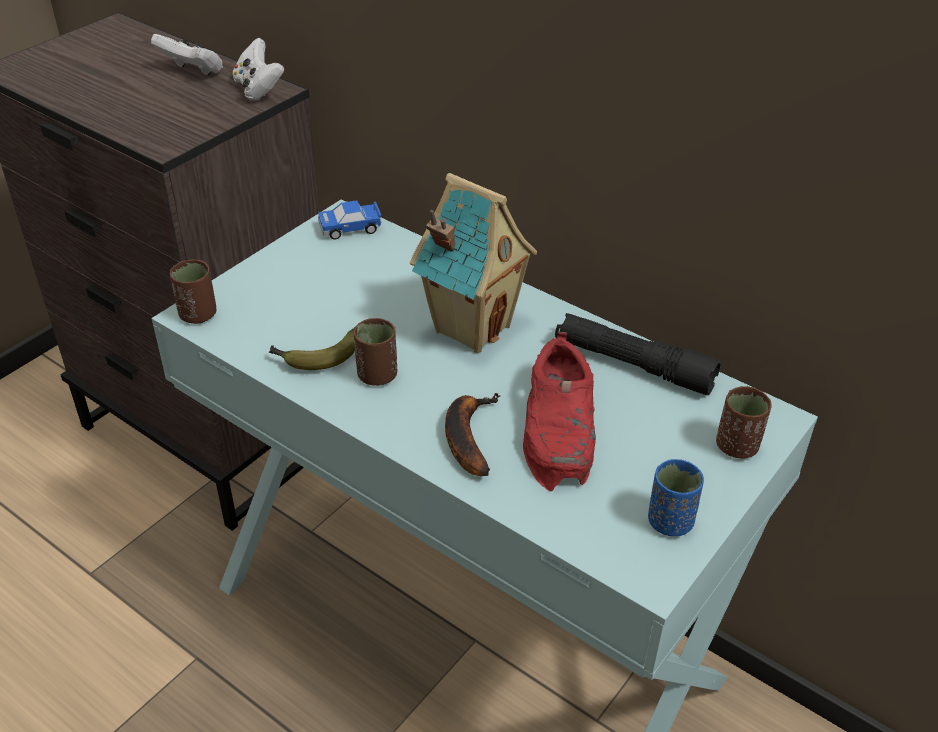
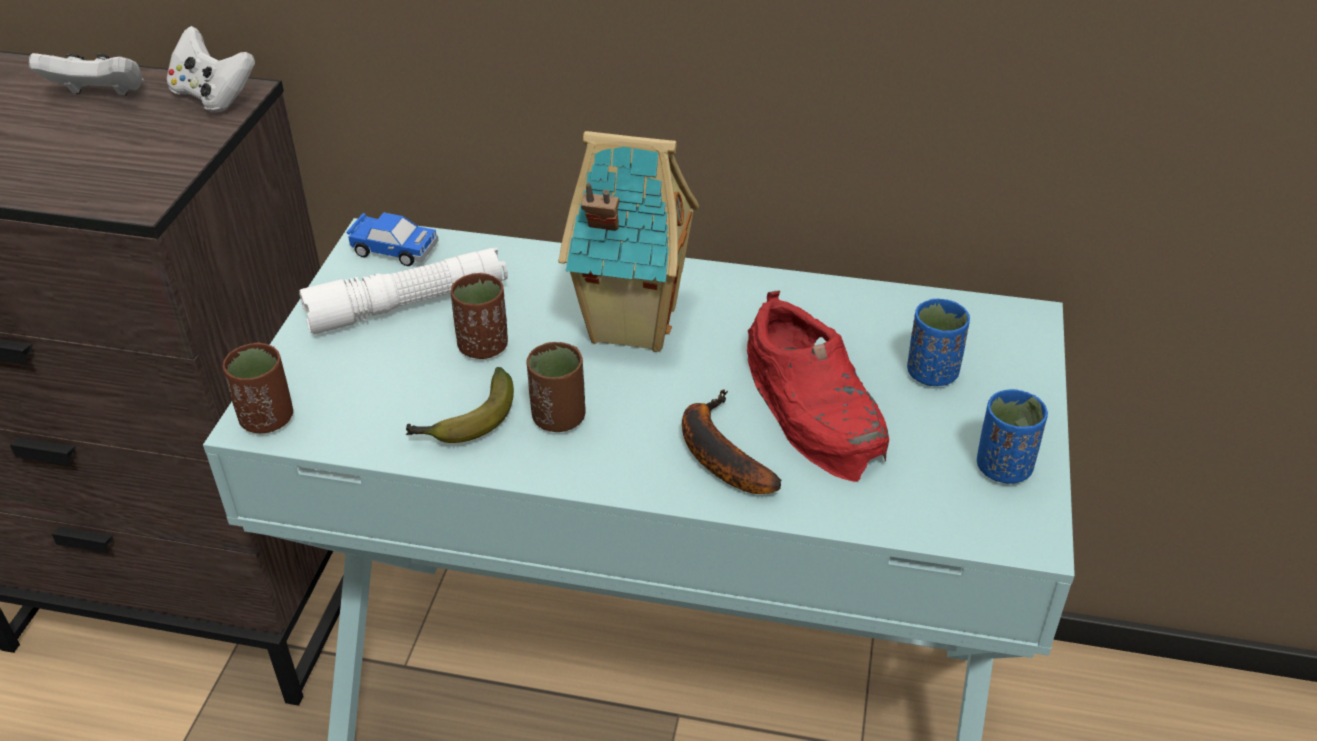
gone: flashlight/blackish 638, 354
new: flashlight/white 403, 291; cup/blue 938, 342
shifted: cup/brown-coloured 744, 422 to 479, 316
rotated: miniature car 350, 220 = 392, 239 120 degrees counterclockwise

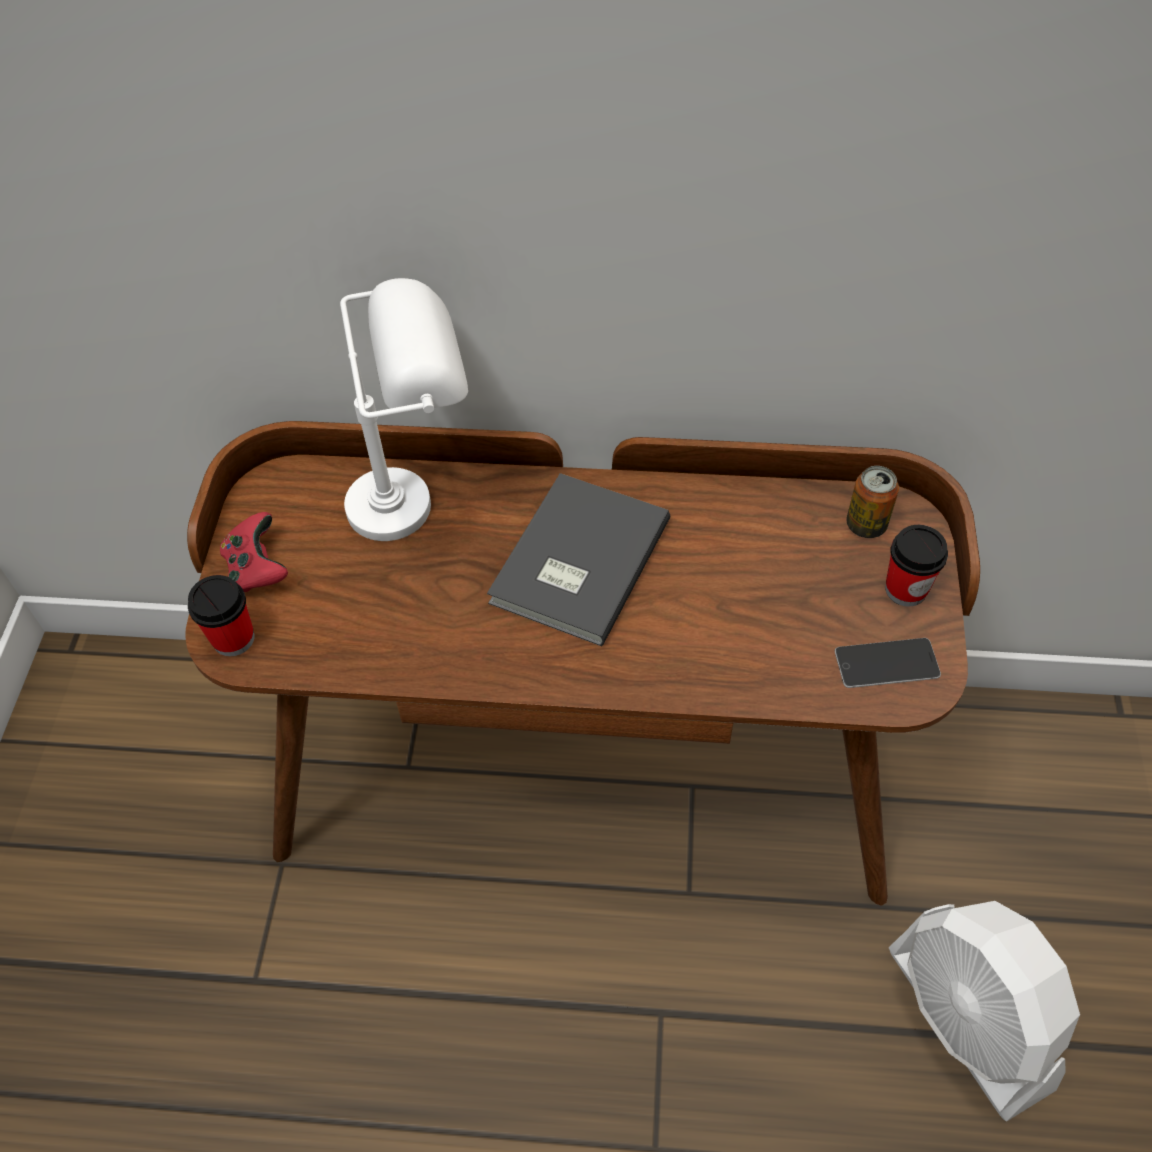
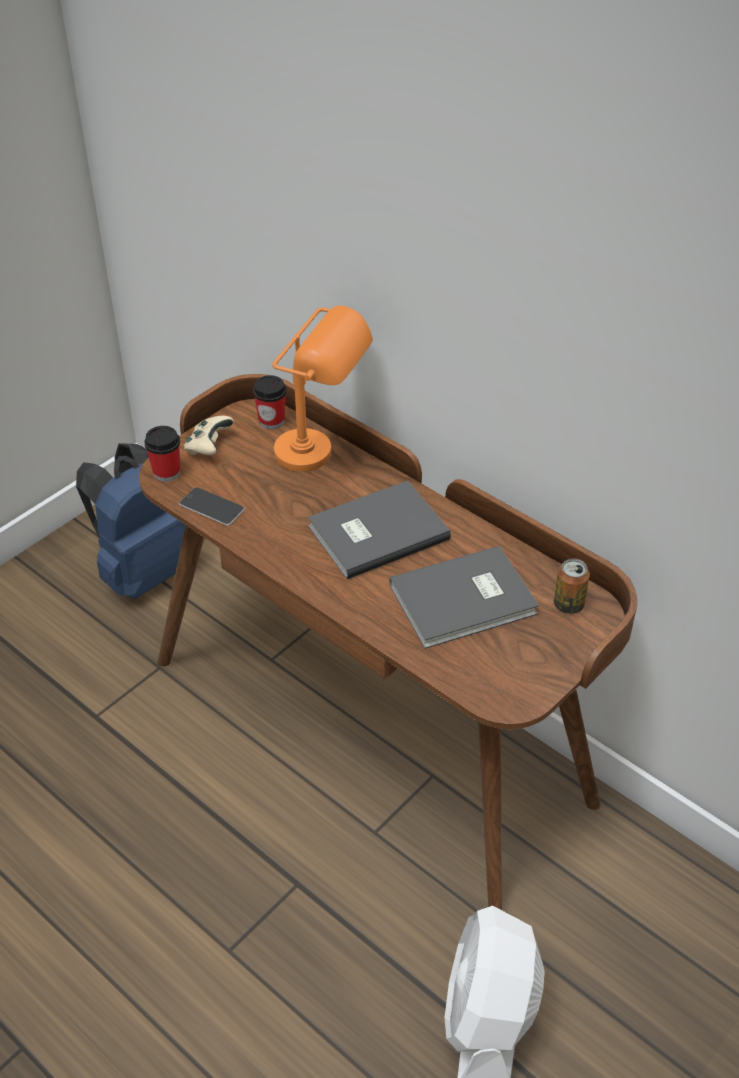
new: knapsack/blue 131, 521; bound book/gray 464, 597
shifted: cup 916, 566 to 269, 402; telephone 888, 663 to 212, 506
repainted: tabletop lamp/white 404, 409 to tabletop lamp/orange 322, 389; game controller/red-coloured 254, 552 to game controller/sand-coloured 209, 435

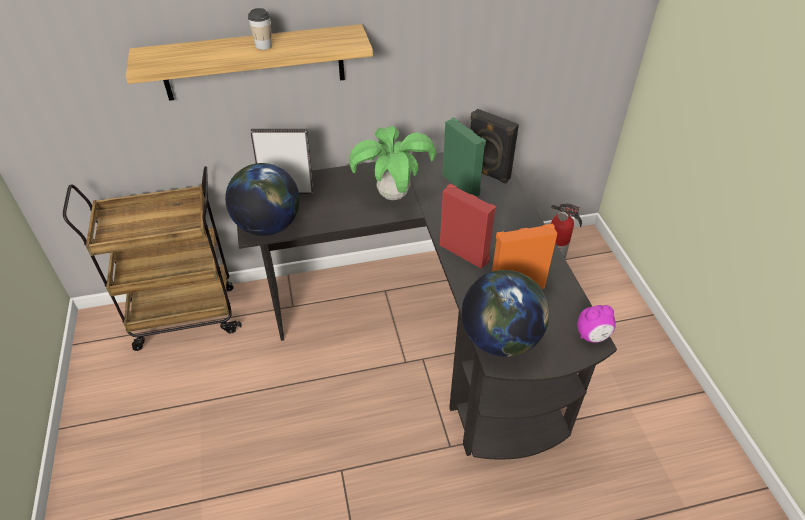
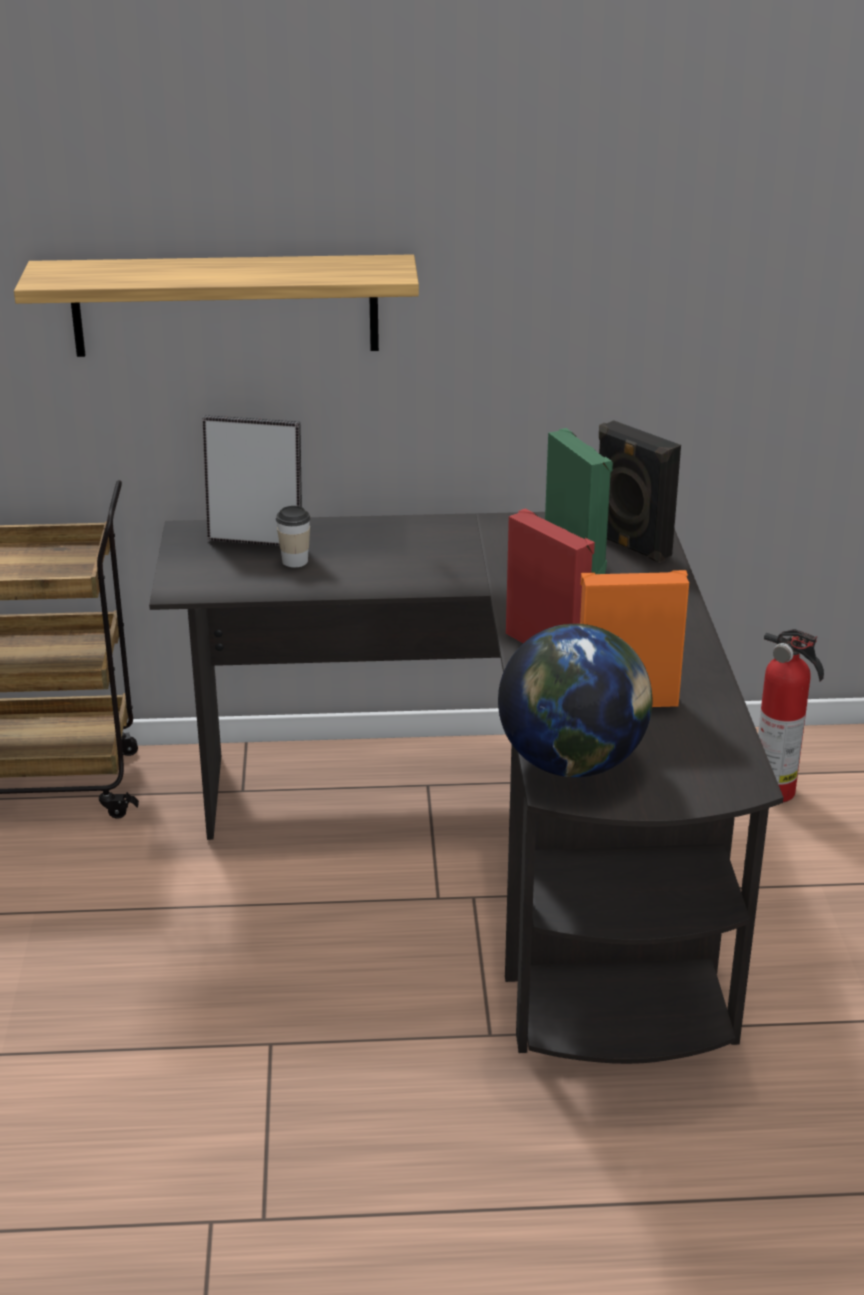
gone: potted plant 392, 163; globe 262, 199; alarm clock 596, 324
shifted: cup 260, 29 to 293, 537

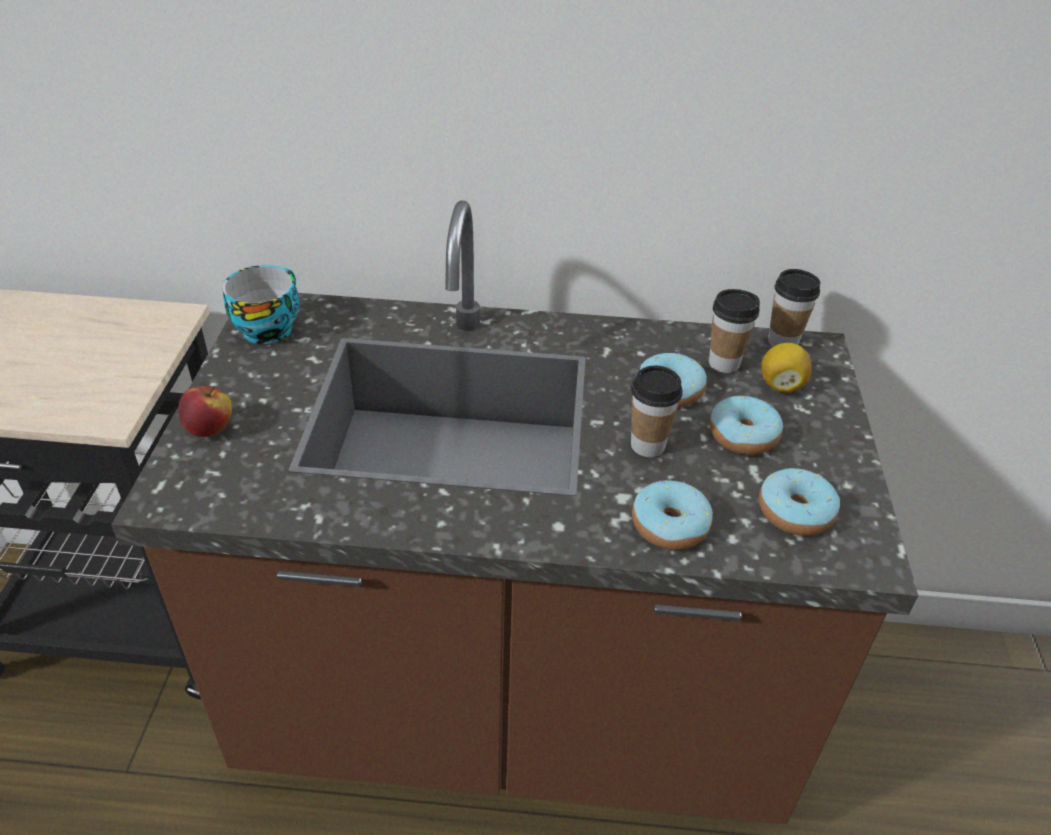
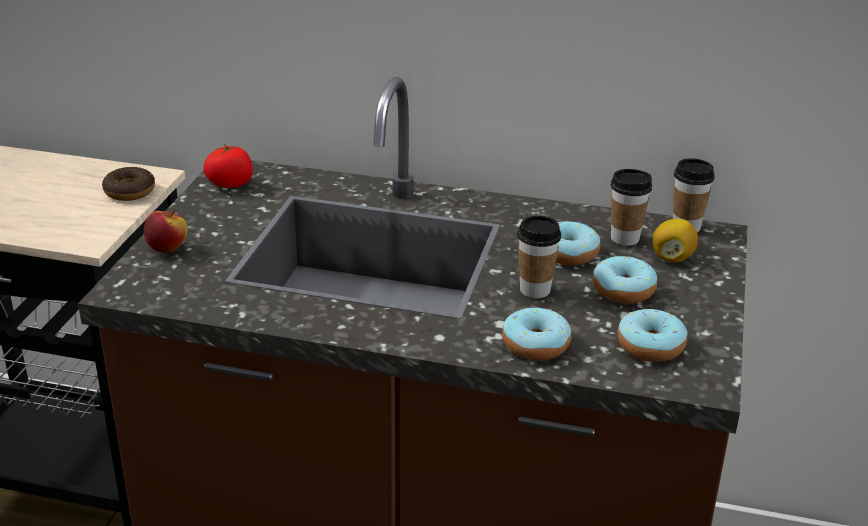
new: doughnut 128, 184
swapped: cup 261, 304 to whole tomato 228, 165

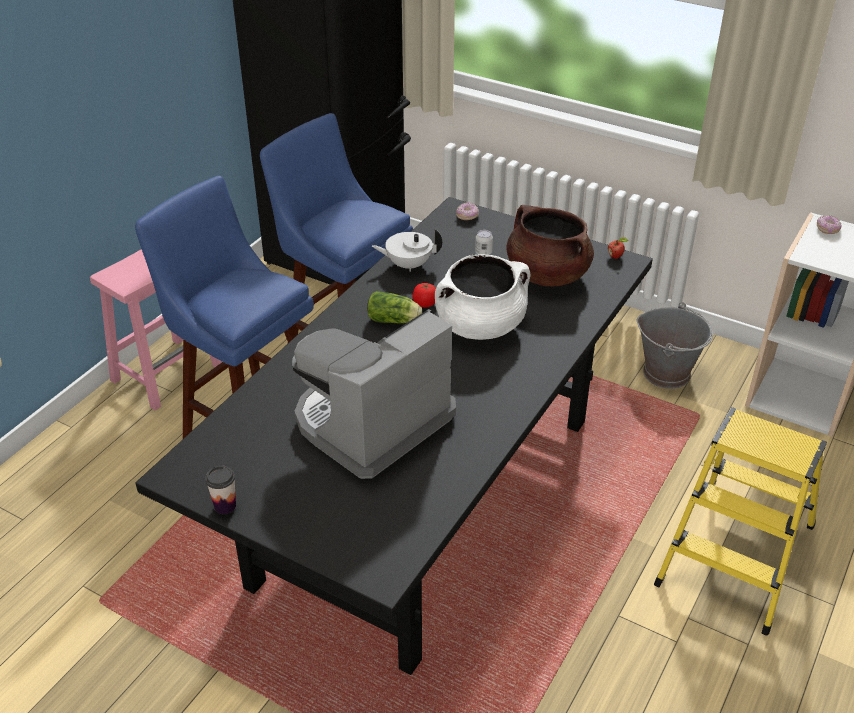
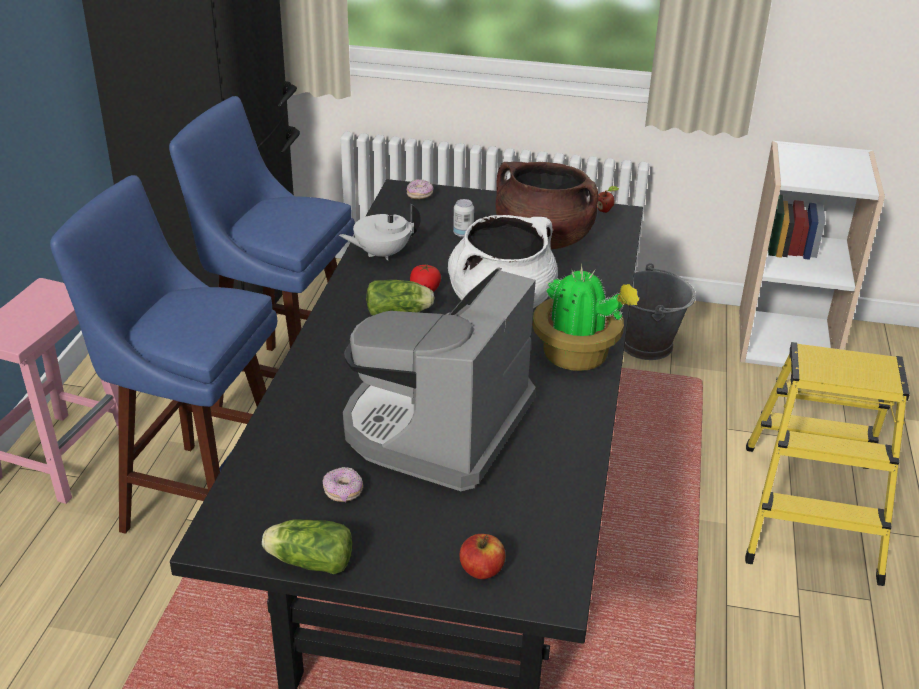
new: potted plant 585, 318; apple fruit 482, 556
shifted: doughnut 829, 224 to 343, 484
swapped: cup 220, 489 to head of lettuce 307, 546

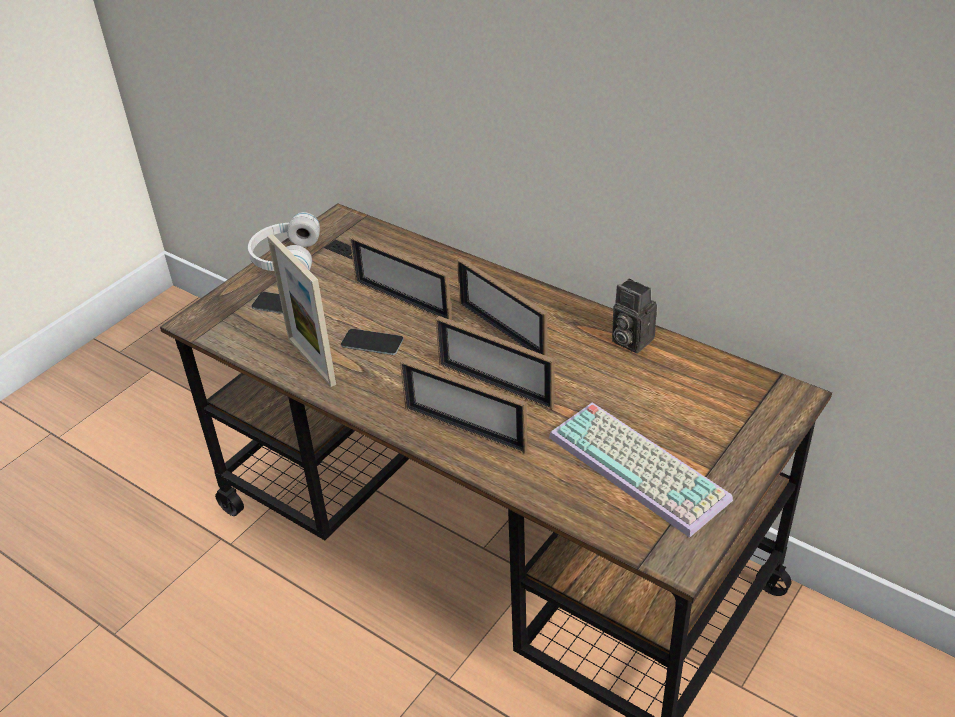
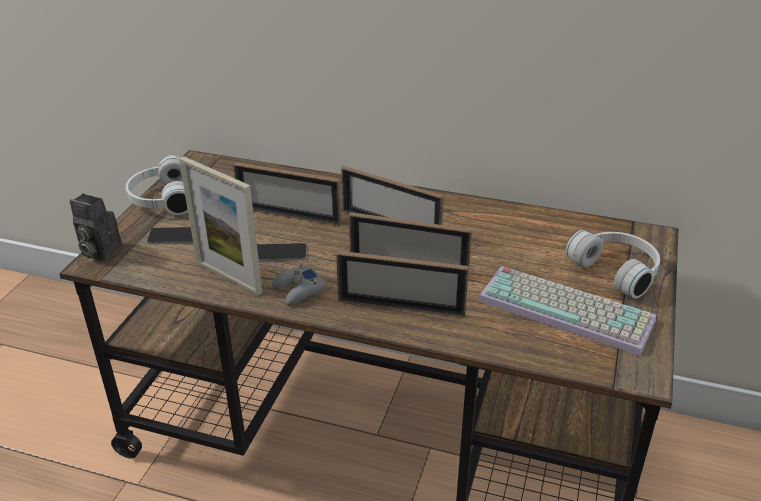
new: headphones/white 613, 264; game controller/gray 299, 284
shifted: photo camera 634, 315 to 96, 227

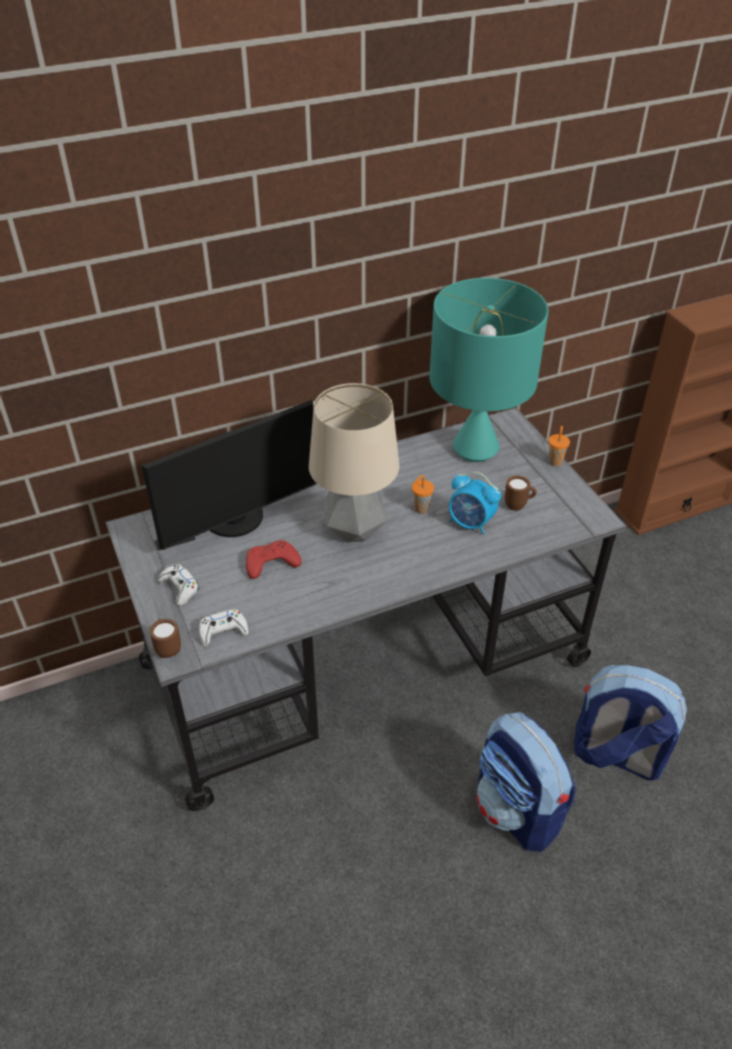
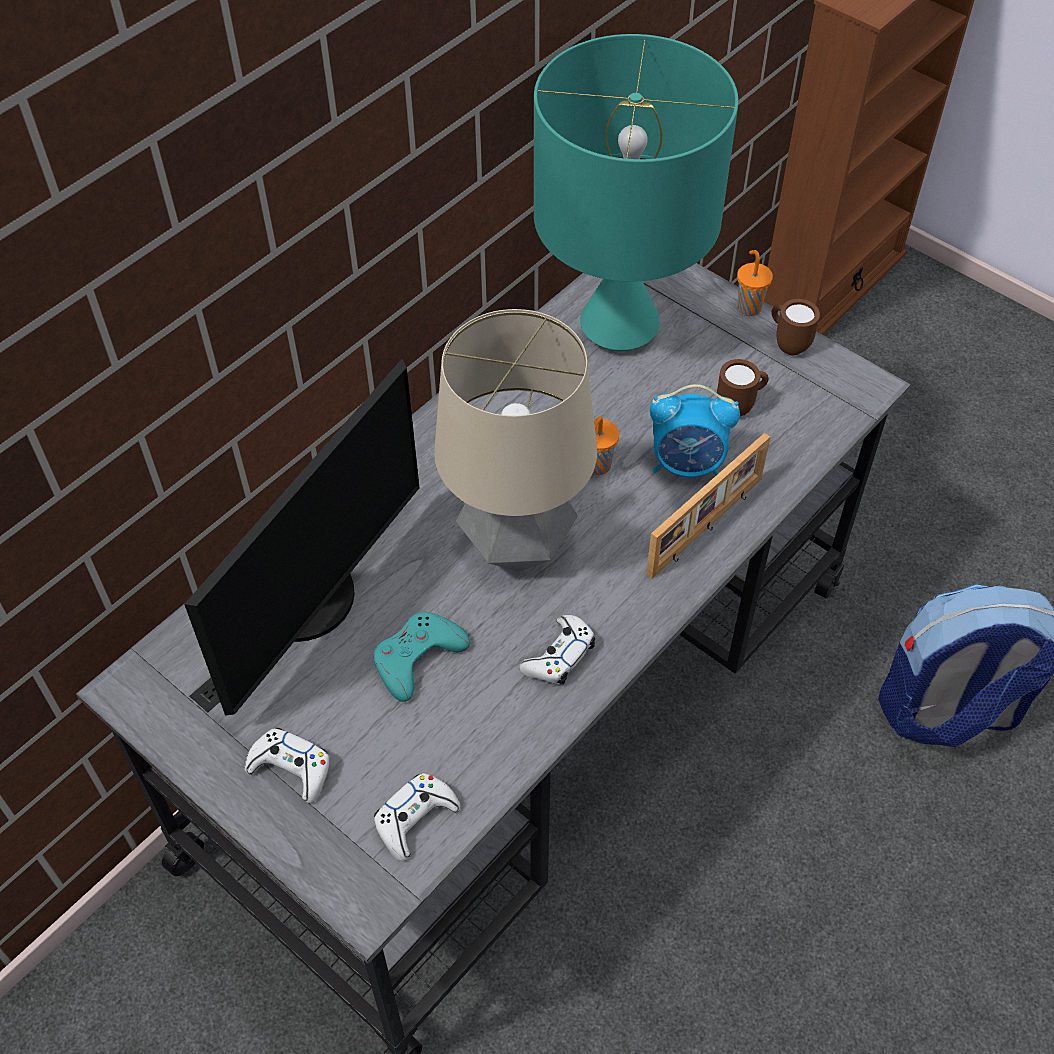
gone: knapsack 526, 782
new: photo frame 708, 506; game controller/white 557, 650
shifted: coffee mug/brown-coloured 165, 638 to 795, 327
repainted: game controller/red-coloured 273, 559 to game controller/blue-green 422, 657

